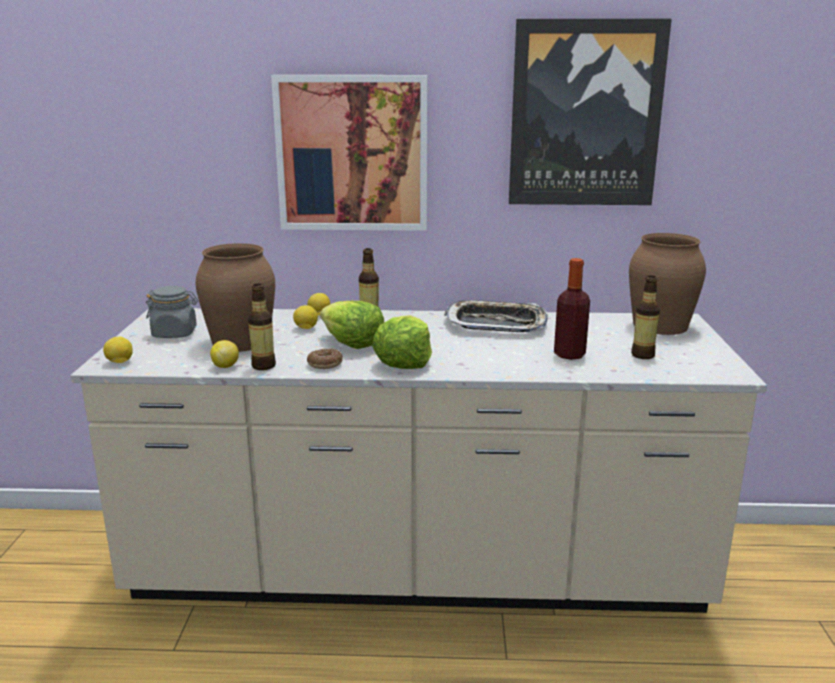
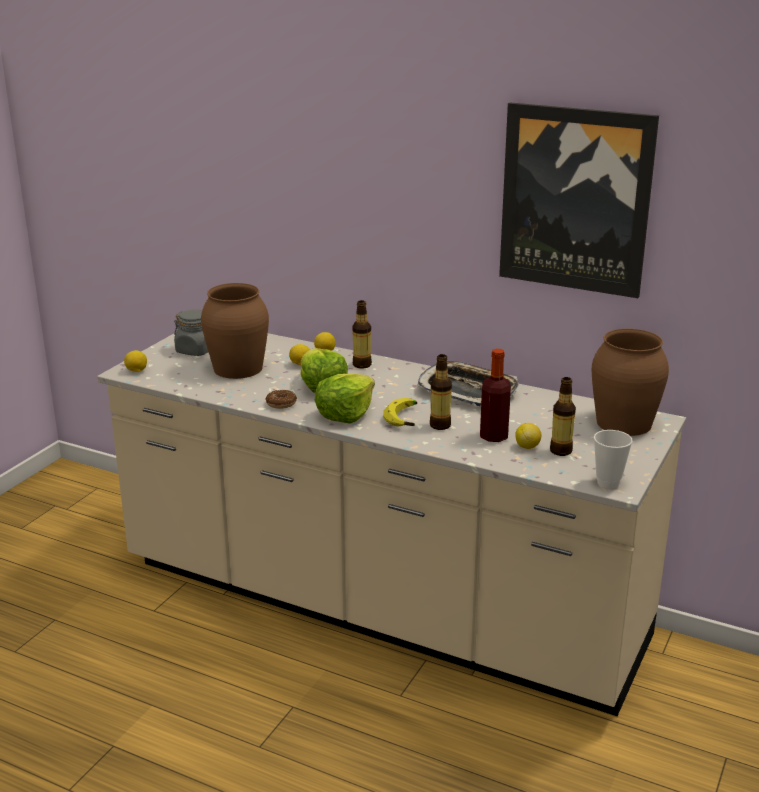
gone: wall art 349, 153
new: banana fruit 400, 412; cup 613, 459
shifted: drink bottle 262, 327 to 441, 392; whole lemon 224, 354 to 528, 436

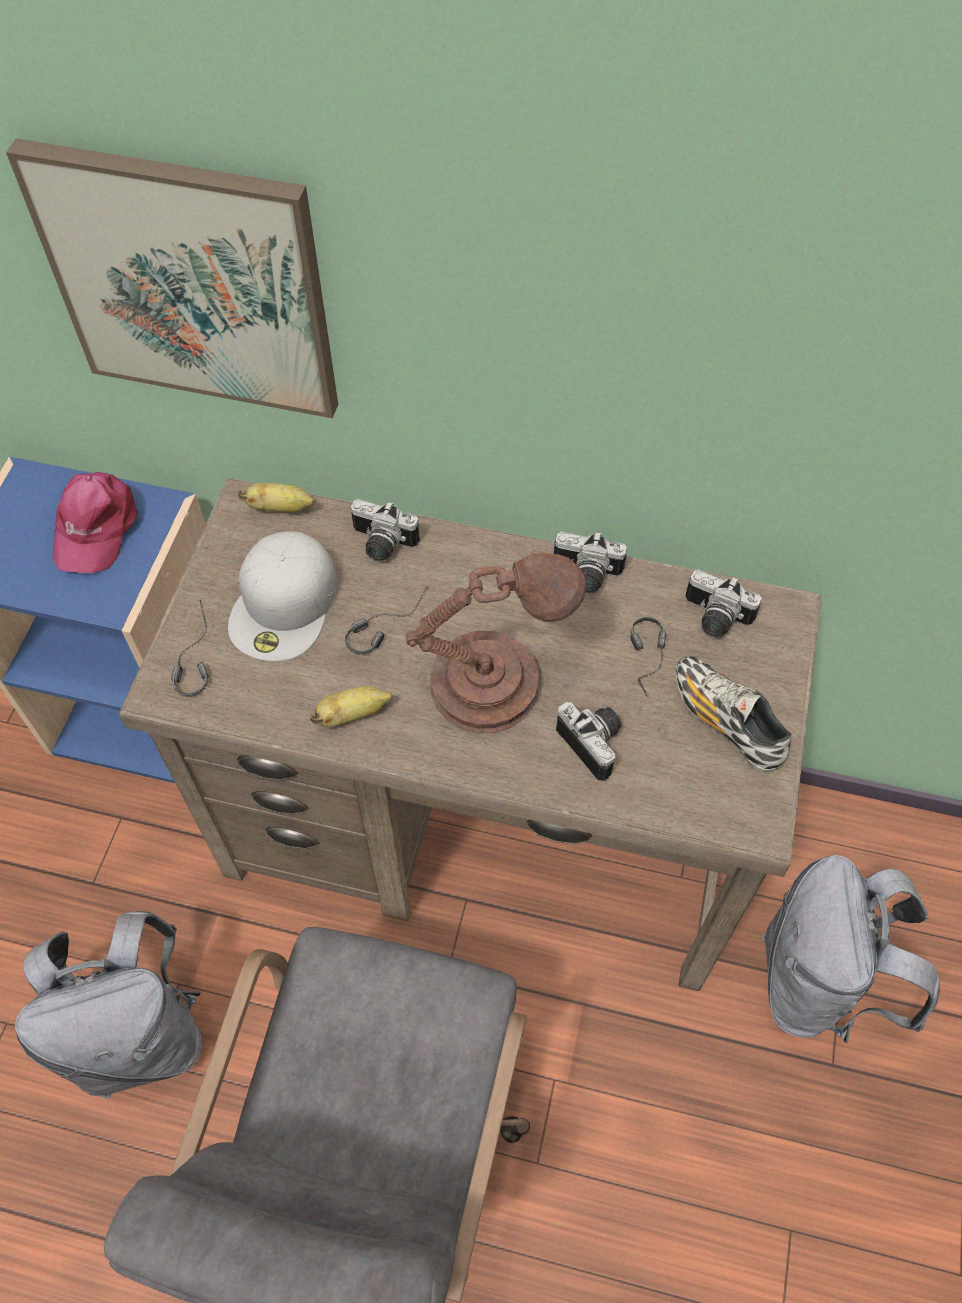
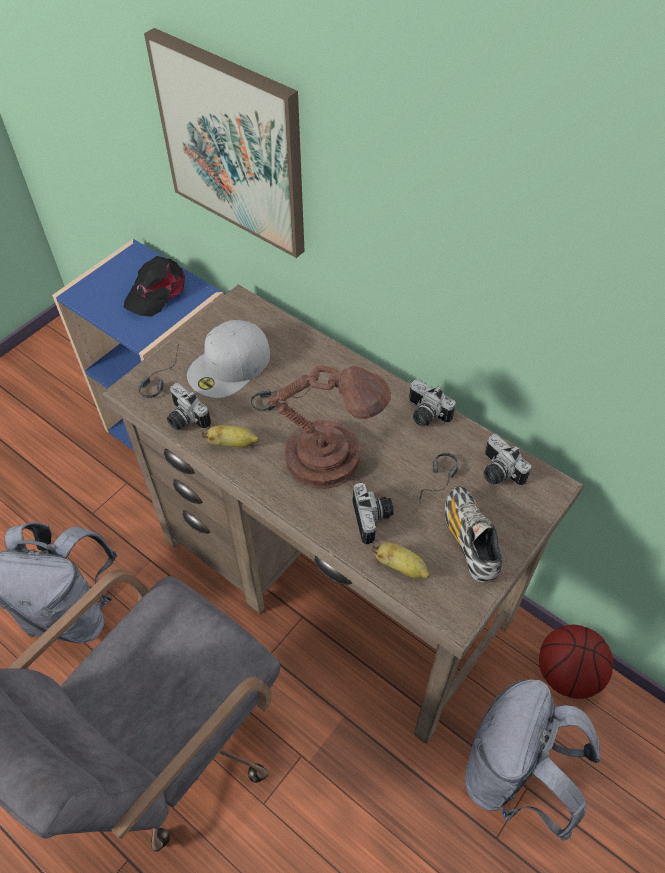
new: basketball ball 576, 662
shifted: banana fruit 276, 497 to 401, 560; photo camera 385, 530 to 189, 407
repainted: baseball cap/pinkish 95, 522 to baseball cap/blackish 154, 286

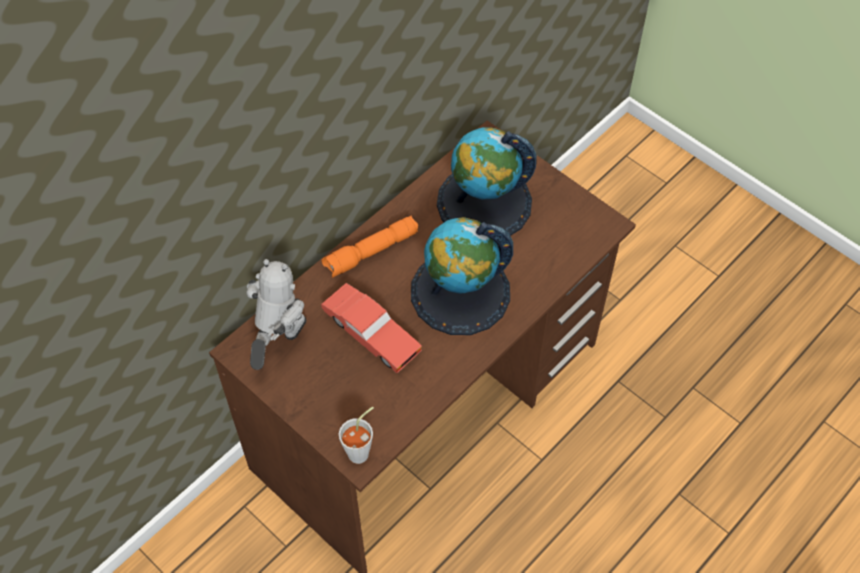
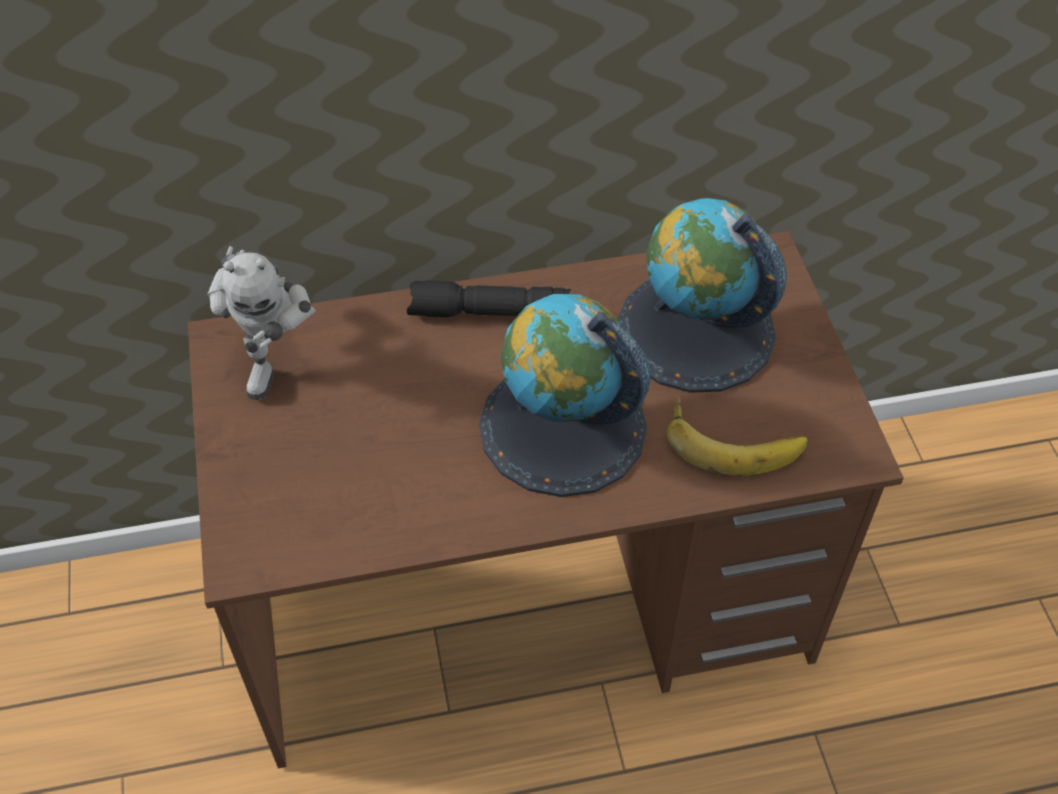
gone: miniature car/red-coloured 371, 328; cup/gray 356, 435
new: banana fruit 737, 435
repainted: flashlight/orange 370, 247 to flashlight/blackish 489, 298
rotated: model robot 276, 314 = 261, 323 120 degrees clockwise

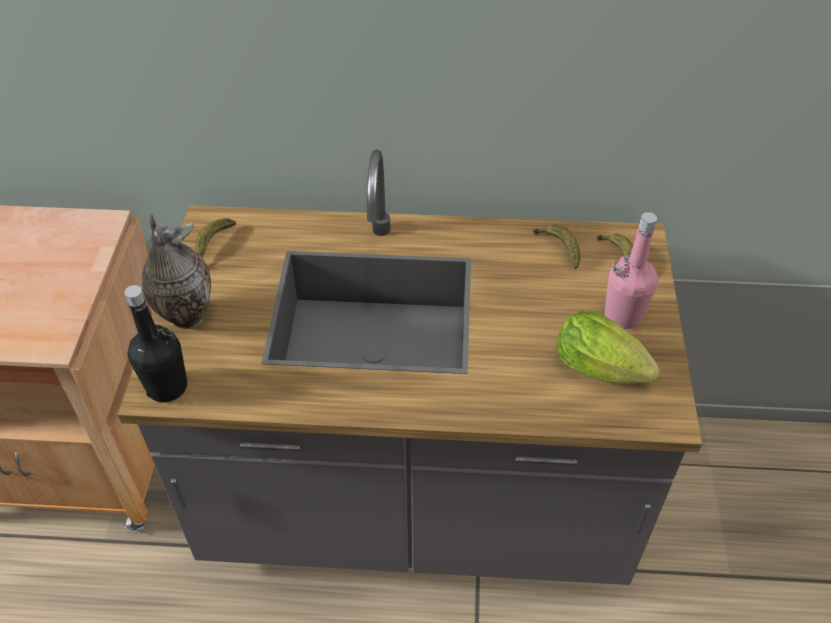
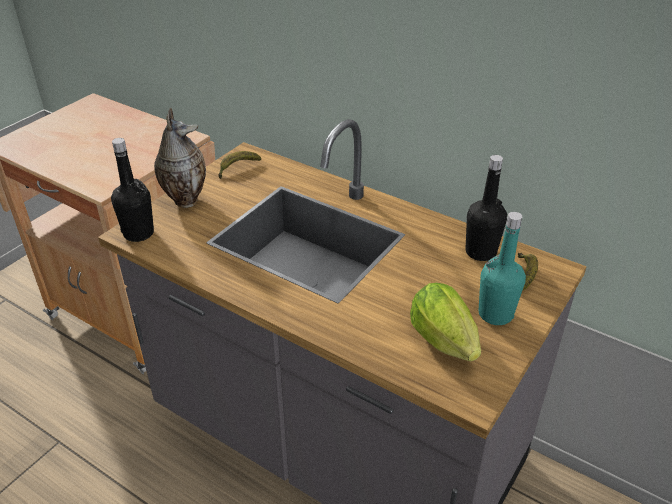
swapped: banana fruit 557, 247 to drink bottle/blackish 486, 208
repainted: drink bottle/pinkish 631, 270 to drink bottle/blue-green 502, 268

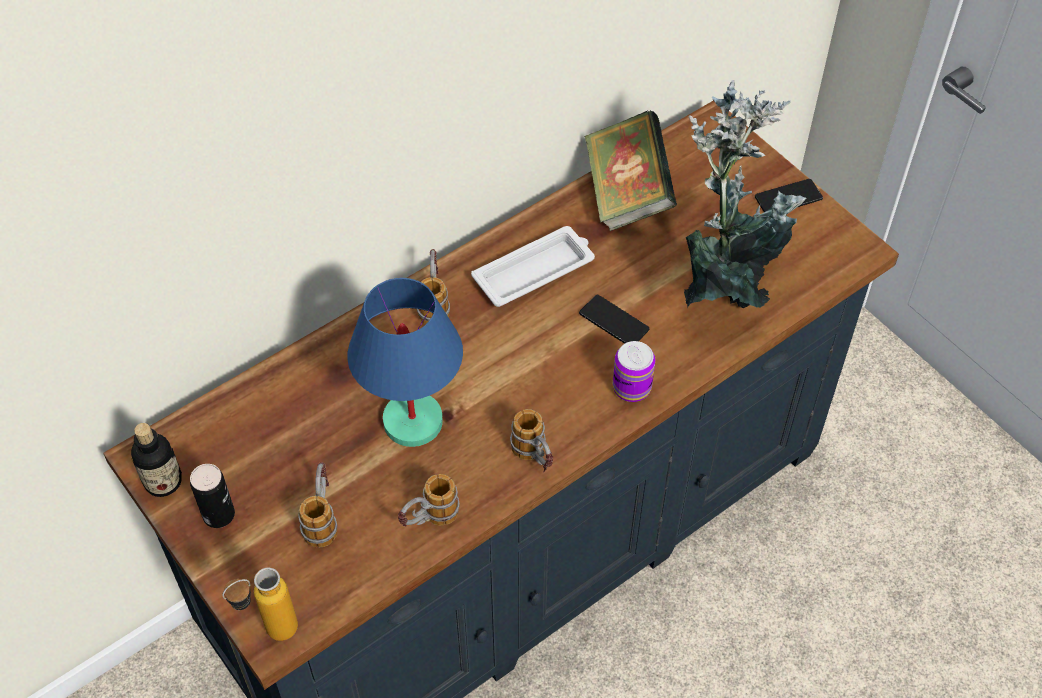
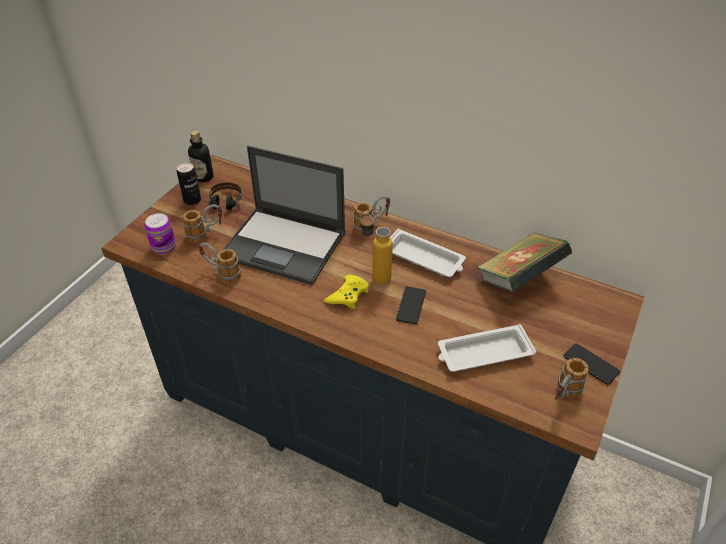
new: headphones 225, 197; game controller/yellow-coloured 346, 292
shifted: metal can 634, 371 to 160, 233; coffee mug 531, 440 to 571, 379; drink bottle 260, 604 to 376, 249
swapped: potted plant 745, 194 to tray/white 487, 348; tabletop lamp/blue 405, 362 to laptop 284, 215

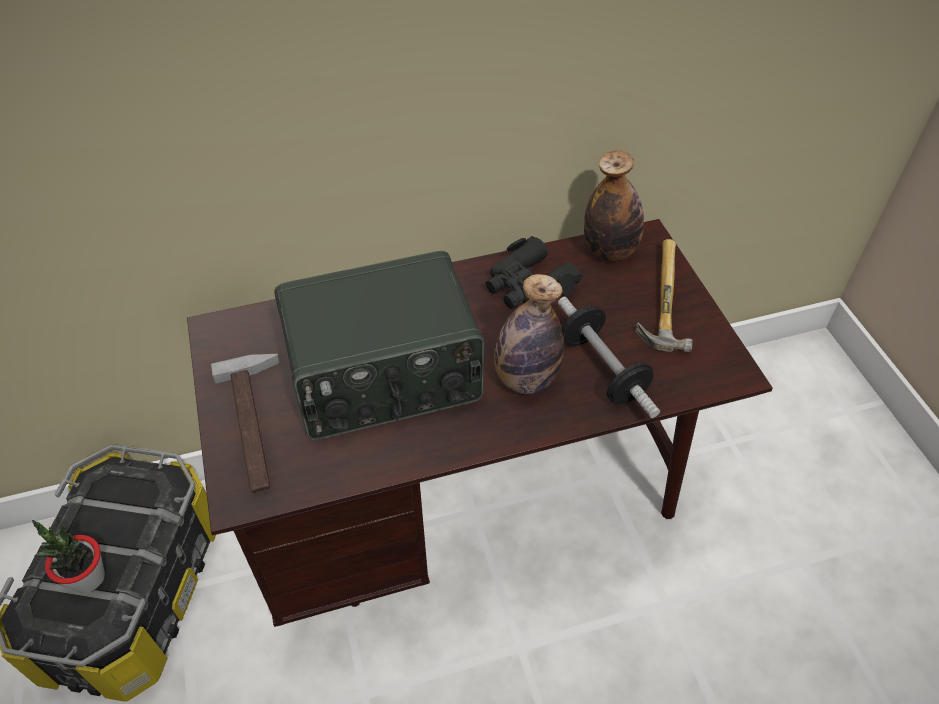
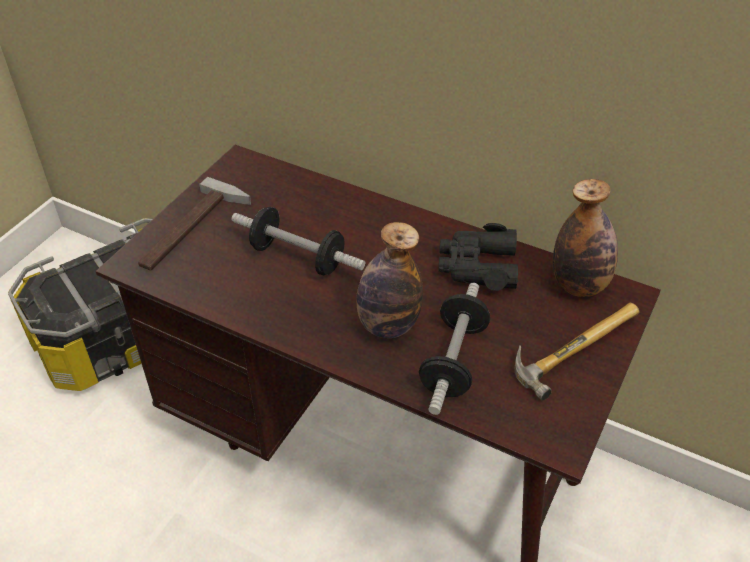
gone: potted plant 68, 556
swapped: radio 379, 345 to free weight 298, 241

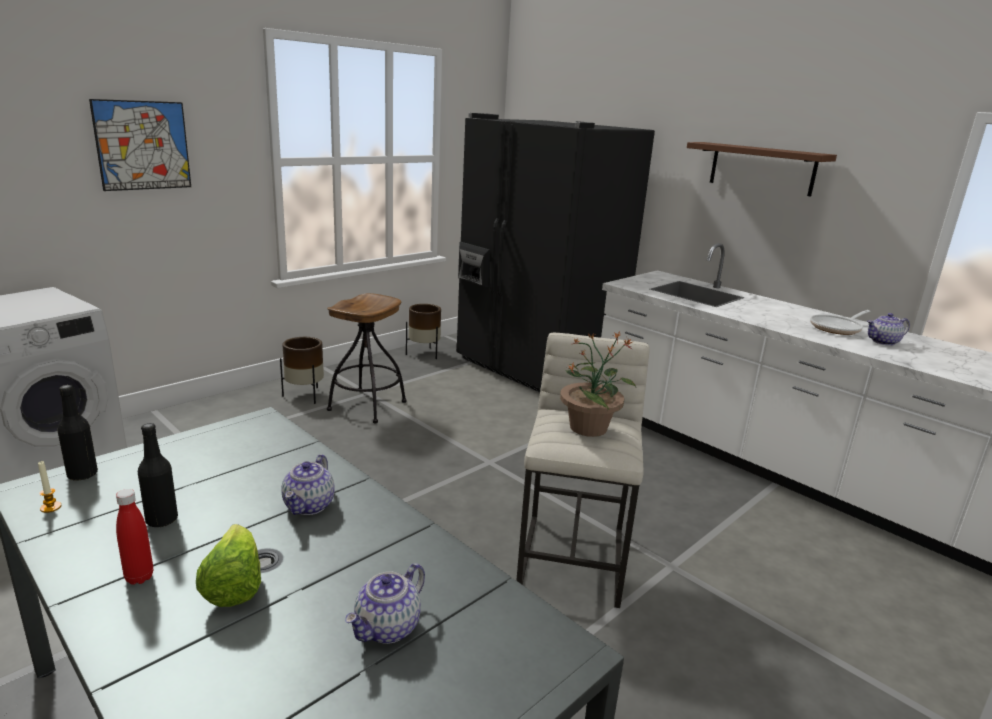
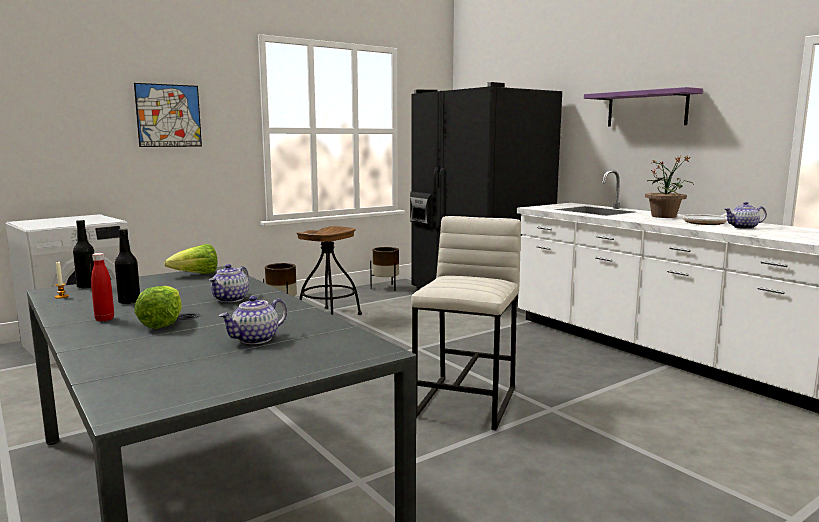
new: head of lettuce 190, 259
shifted: potted plant 598, 384 to 669, 186
repainted: bracket shelf/brown-coloured 762, 169 to bracket shelf/purplish 643, 107

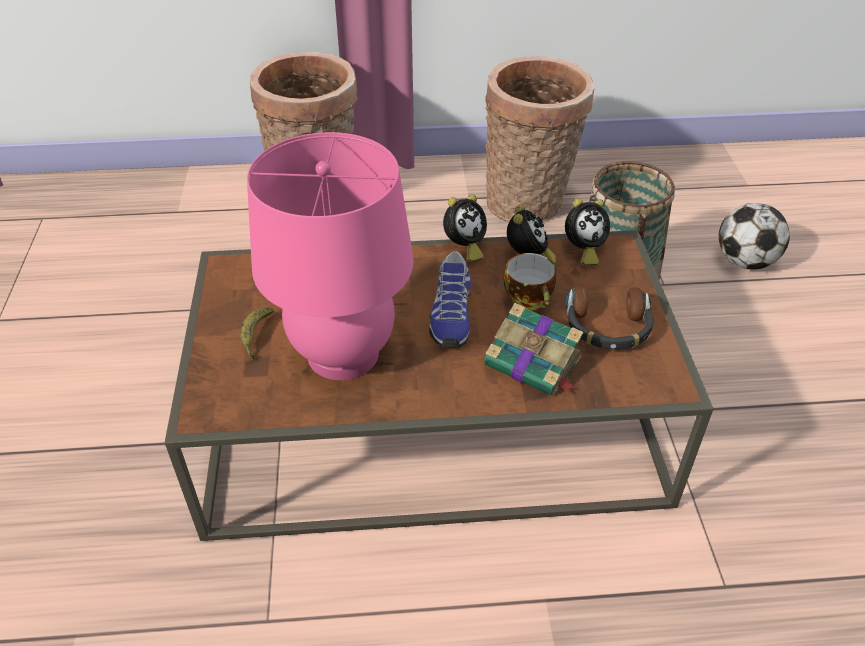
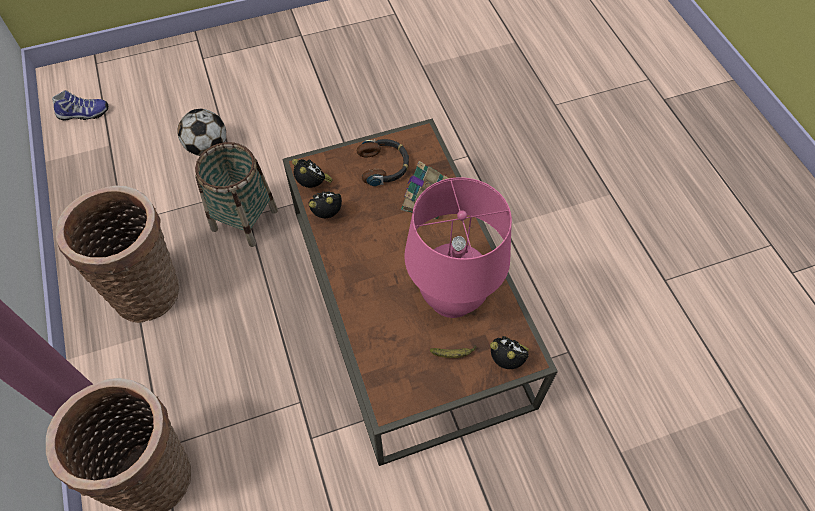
gone: cup 530, 282
shifted: alarm clock 465, 228 to 509, 352; low shoe 450, 299 to 80, 105

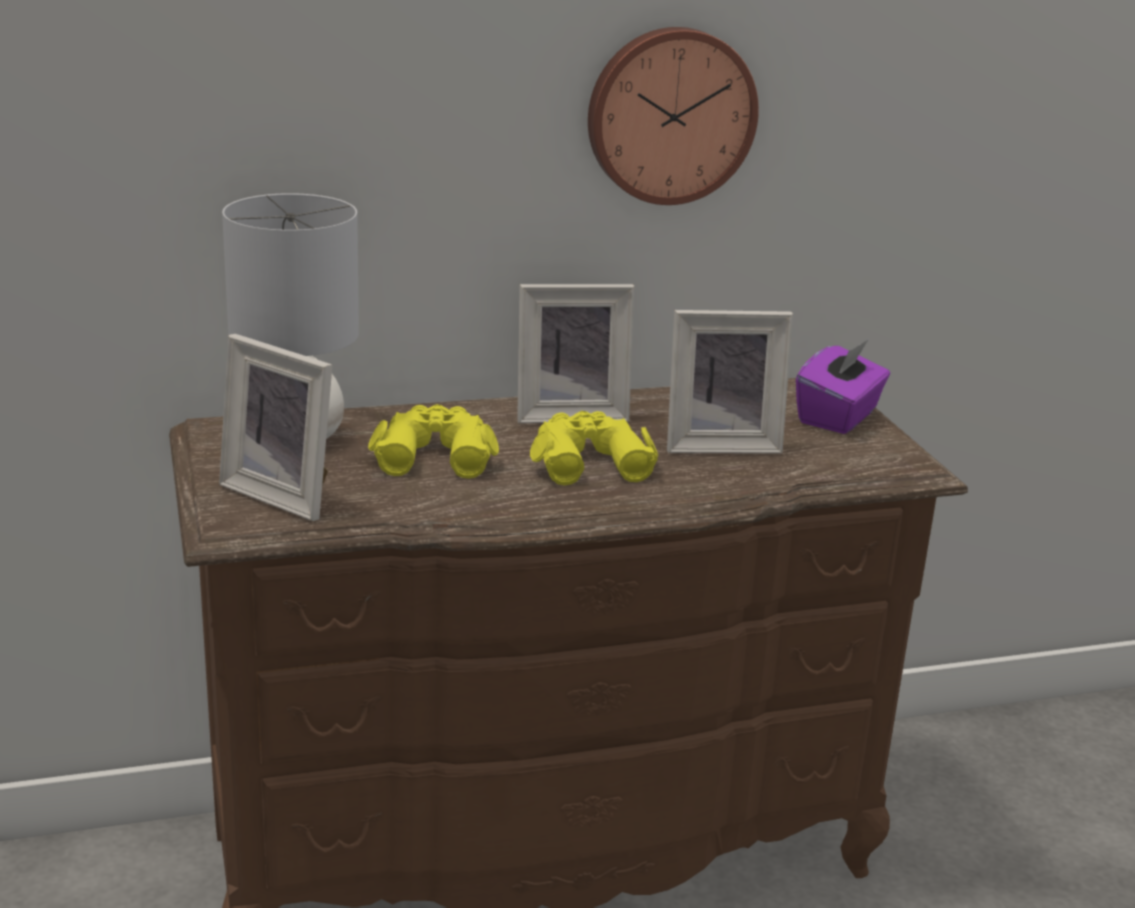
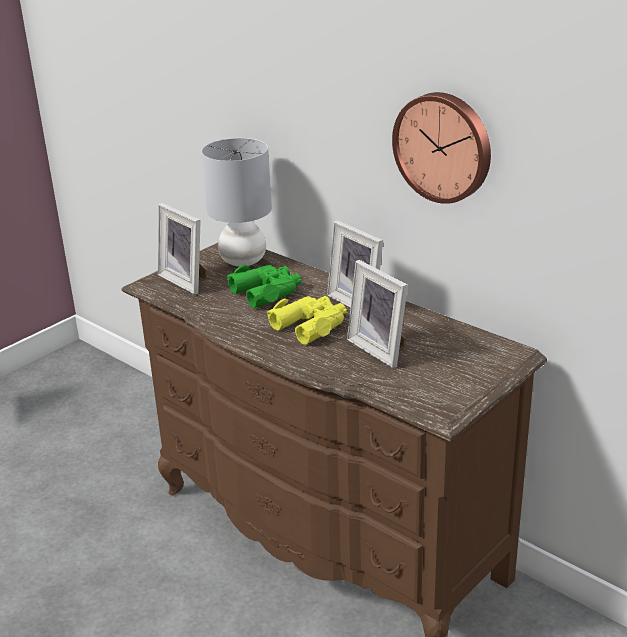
gone: tissue holder/purplish 843, 386
repainted: binoculars/yellow-coloured 433, 441 to binoculars/green-coloured 264, 286
rotated: photo frame 275, 427 = 182, 249 45 degrees counterclockwise

